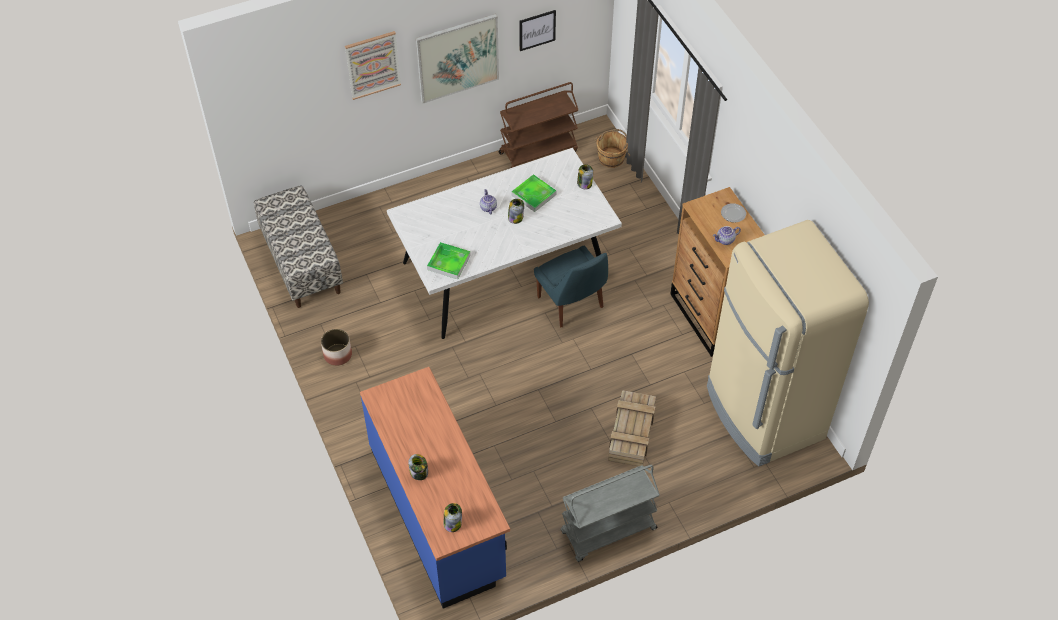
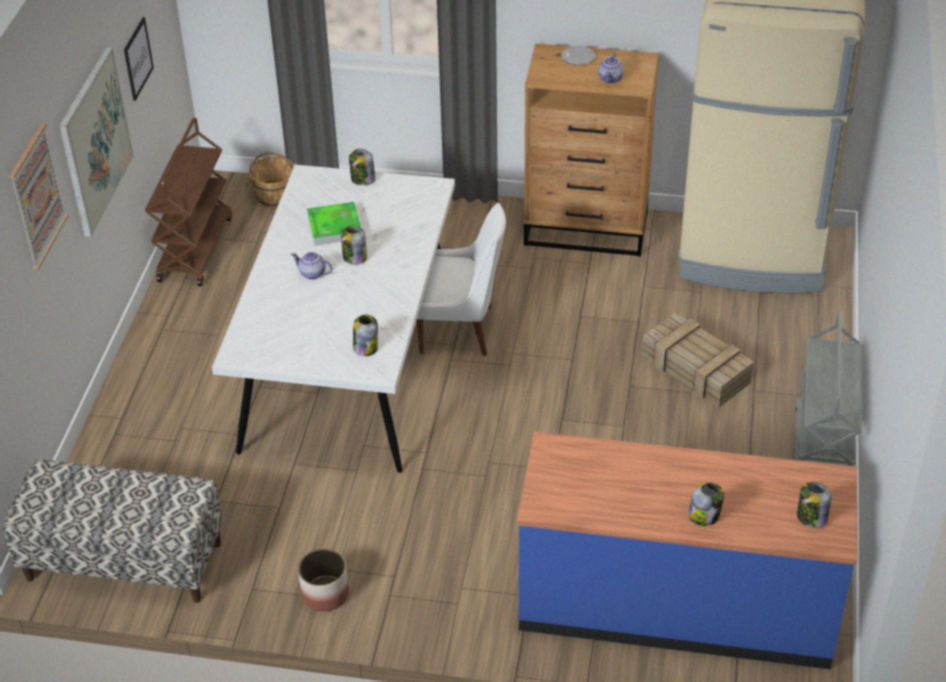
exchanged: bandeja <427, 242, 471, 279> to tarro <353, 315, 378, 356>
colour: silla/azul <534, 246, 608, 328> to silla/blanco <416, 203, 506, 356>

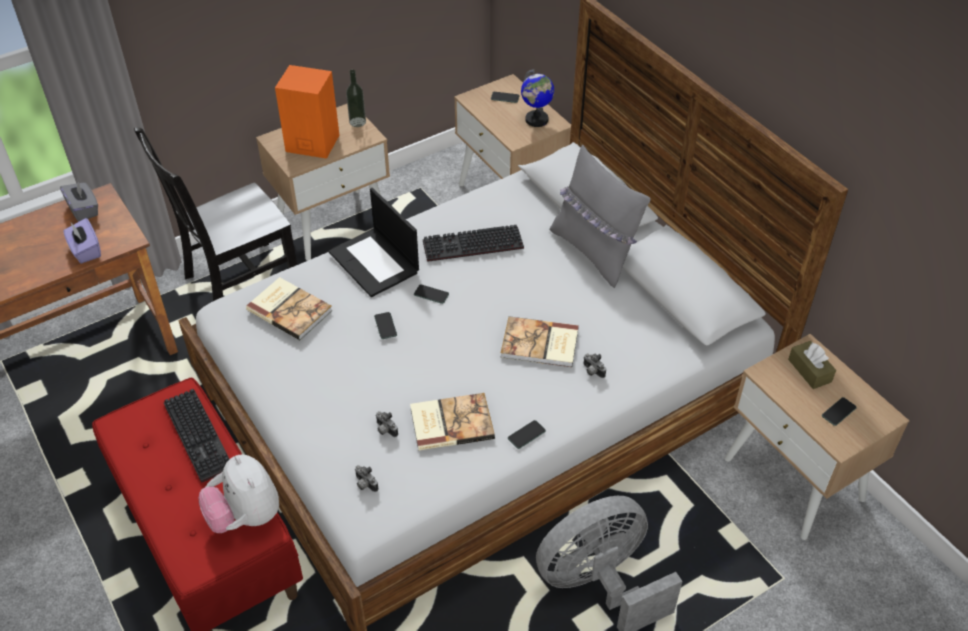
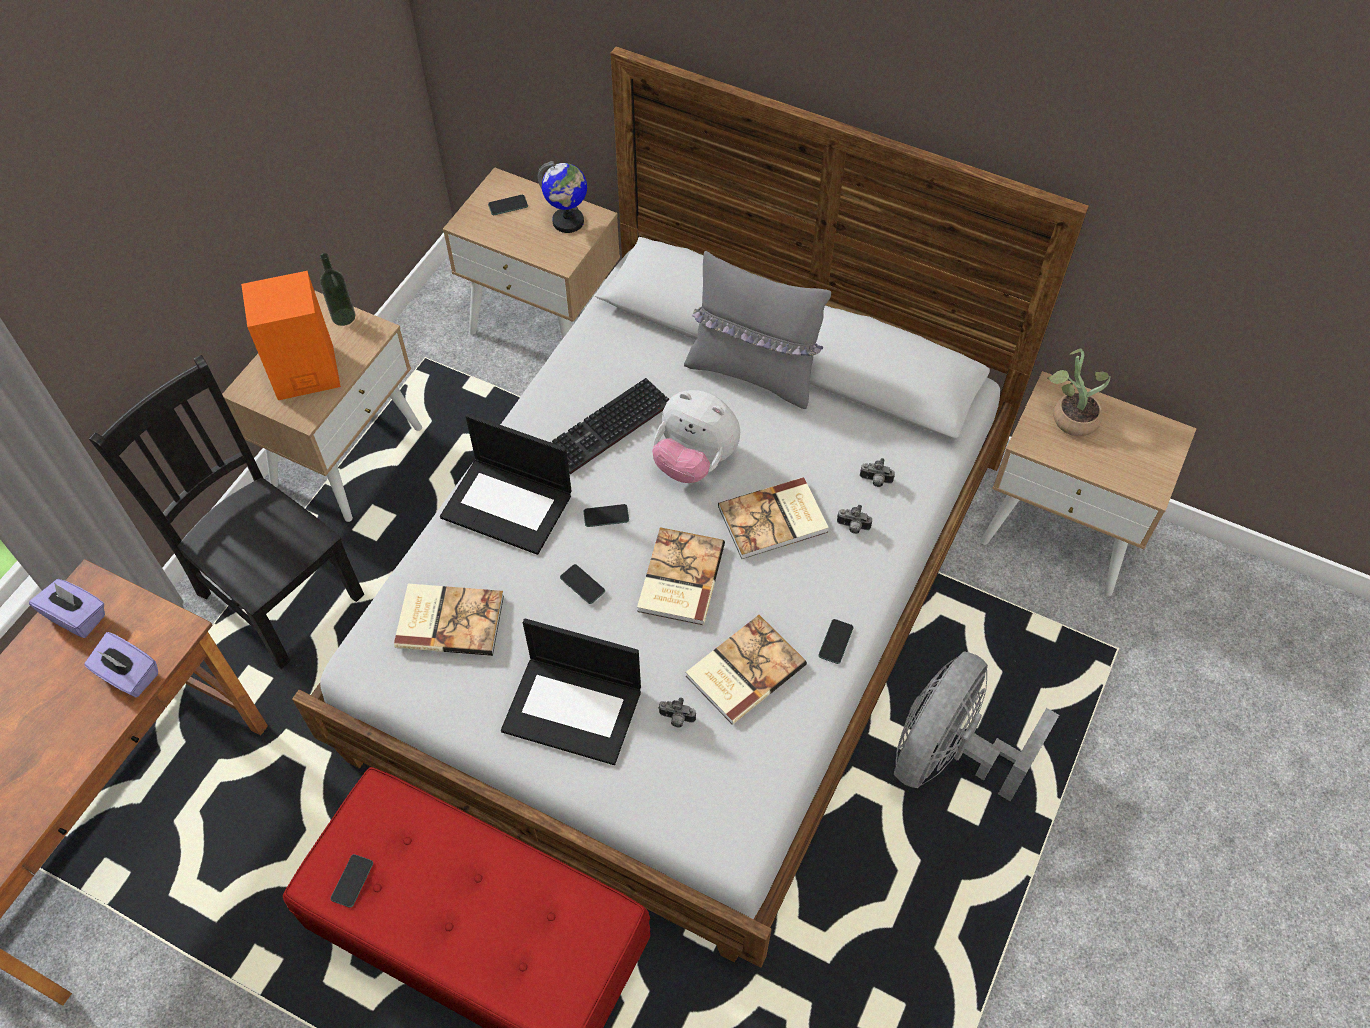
missing: teclado <164, 389, 229, 483>
appeared: portátil <501, 618, 641, 765>; libro <637, 527, 725, 625>
relocated: peluche <199, 454, 279, 533> to <652, 390, 740, 483>; cámara <355, 465, 379, 492> to <860, 458, 895, 487>; móvil <822, 397, 857, 426> to <331, 854, 373, 908>
exchanged: caja de pañuelos/marrón <788, 341, 836, 389> to planta en maceta <1048, 349, 1111, 436>
colour: caja de pañuelos/gris <60, 180, 98, 222> to caja de pañuelos/morado <29, 579, 105, 638>
spun: silla/negro <134, 127, 297, 301> = <89, 355, 364, 669> 105 degrees clockwise

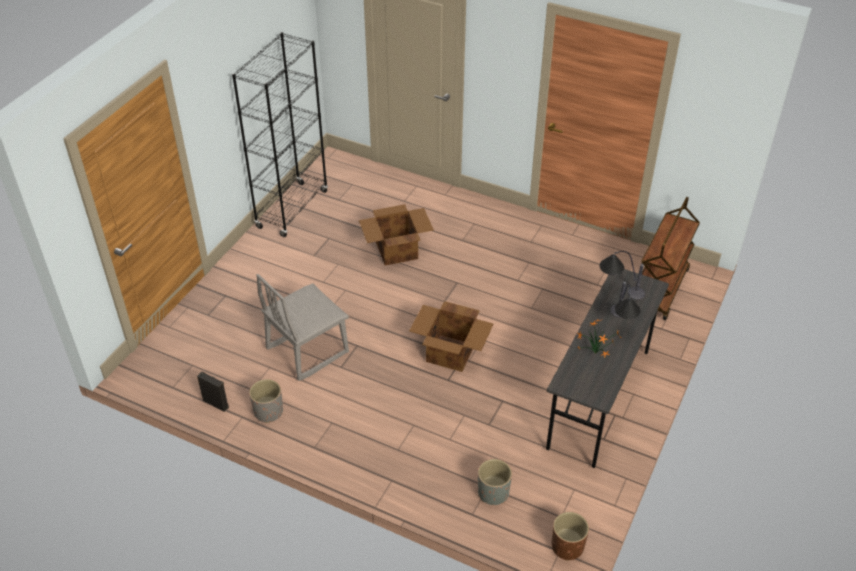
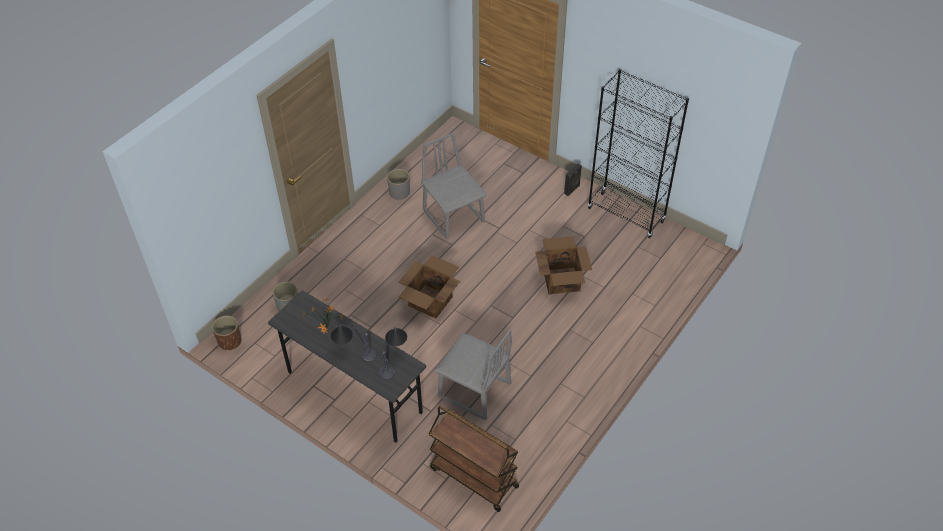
appeared: silla/gris <434, 329, 512, 420>
relocated: altavoz/negro <197, 372, 229, 412> to <564, 163, 582, 196>

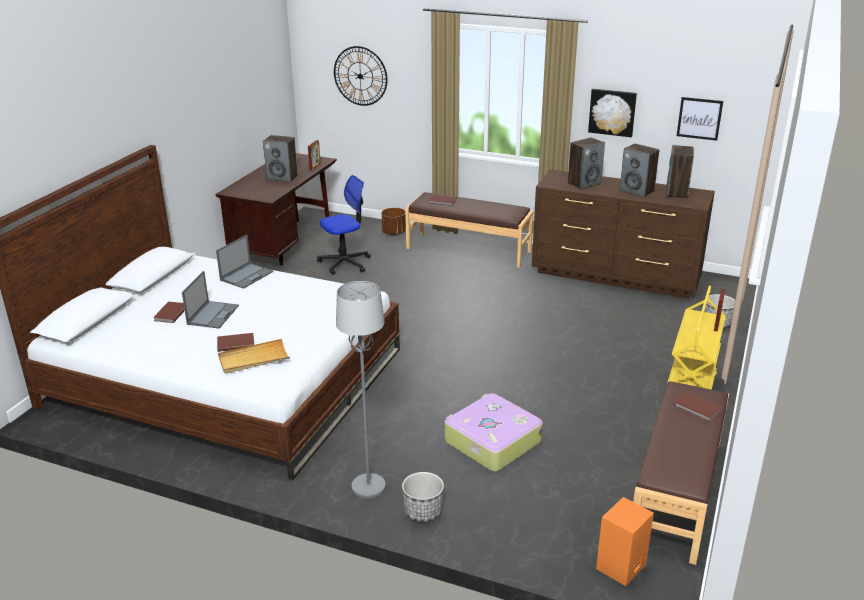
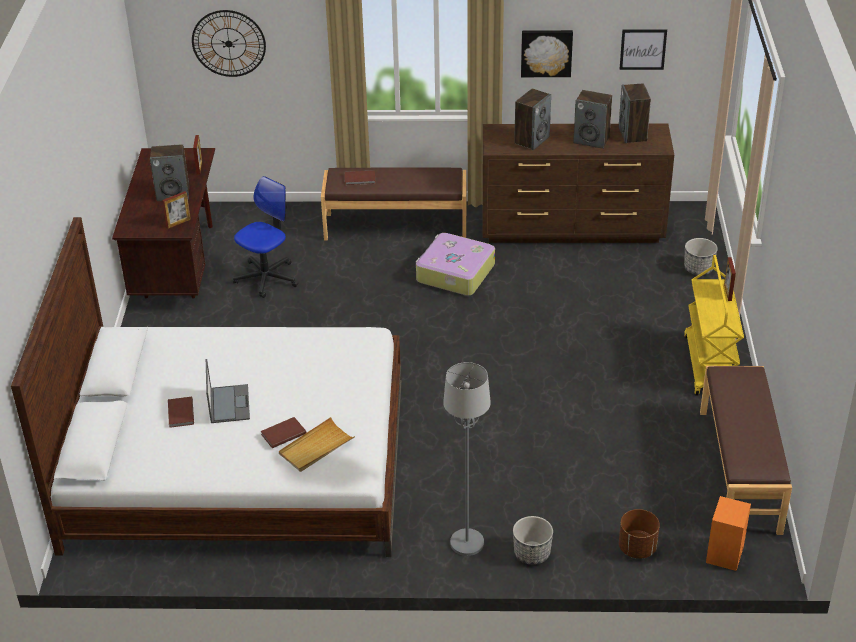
missing: portátil <216, 235, 273, 289>; libro/marrón <675, 392, 723, 422>
appeared: portarretratos <162, 191, 191, 229>
relocated: maceta/marrón <382, 208, 406, 235> to <619, 509, 660, 559>; maleta <445, 393, 543, 472> to <416, 233, 495, 296>

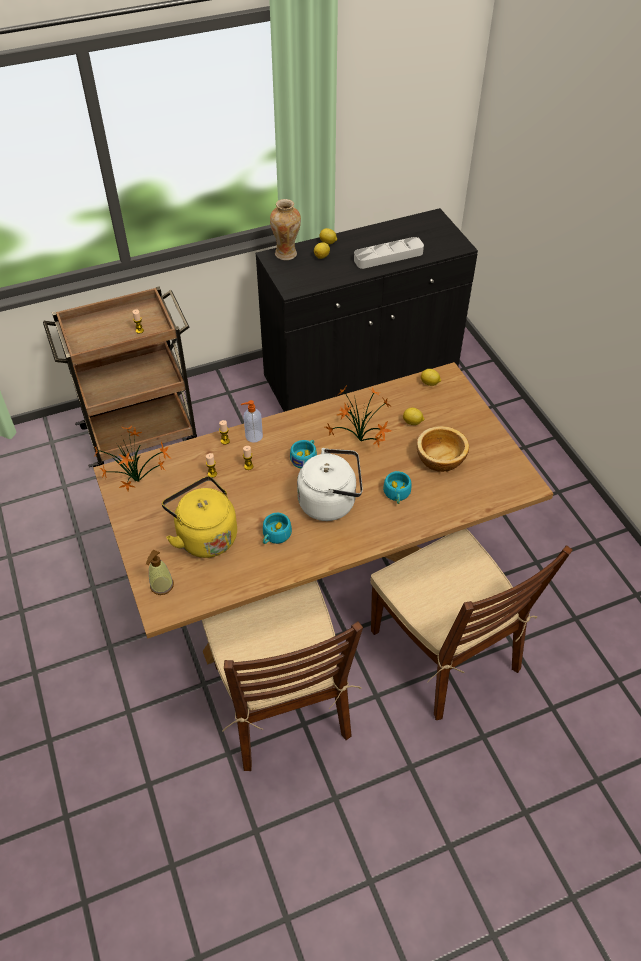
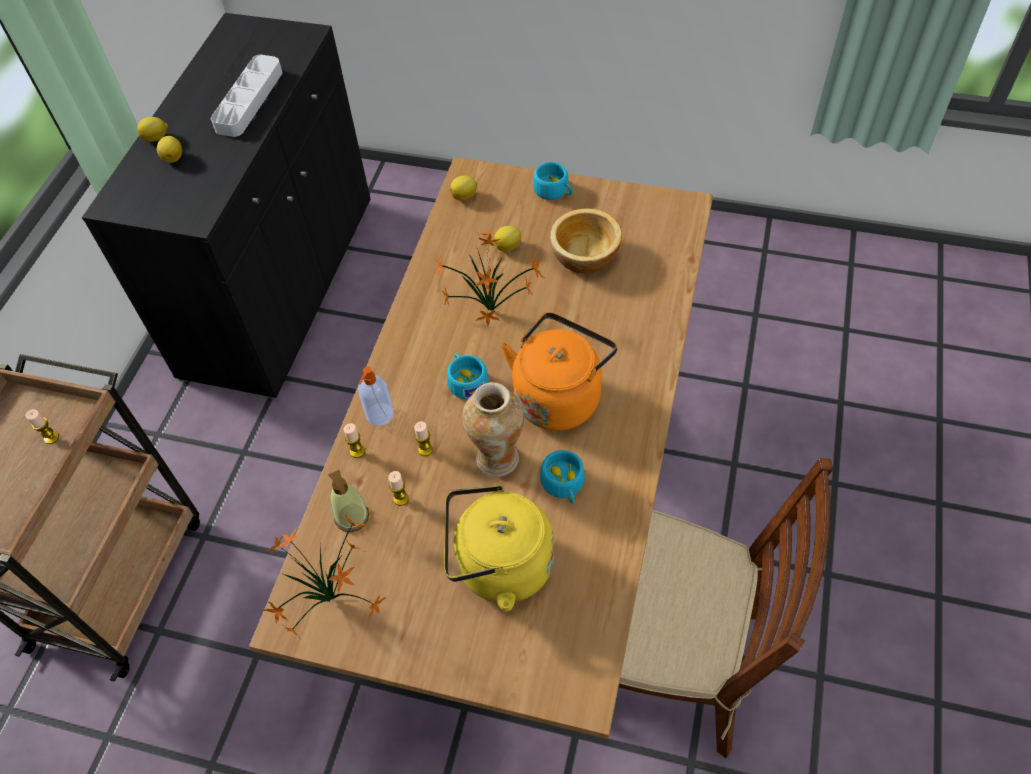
missing: silla/marrón <370, 529, 573, 720>
relocated: dispensador de jabón <146, 550, 174, 595> to <328, 470, 369, 532>; florero <270, 199, 301, 260> to <462, 382, 524, 477>; taza/turquesa <383, 471, 411, 504> to <533, 162, 573, 200>
colour: hervidor/blanco <297, 448, 363, 521> to hervidor/naranja <501, 312, 617, 431>

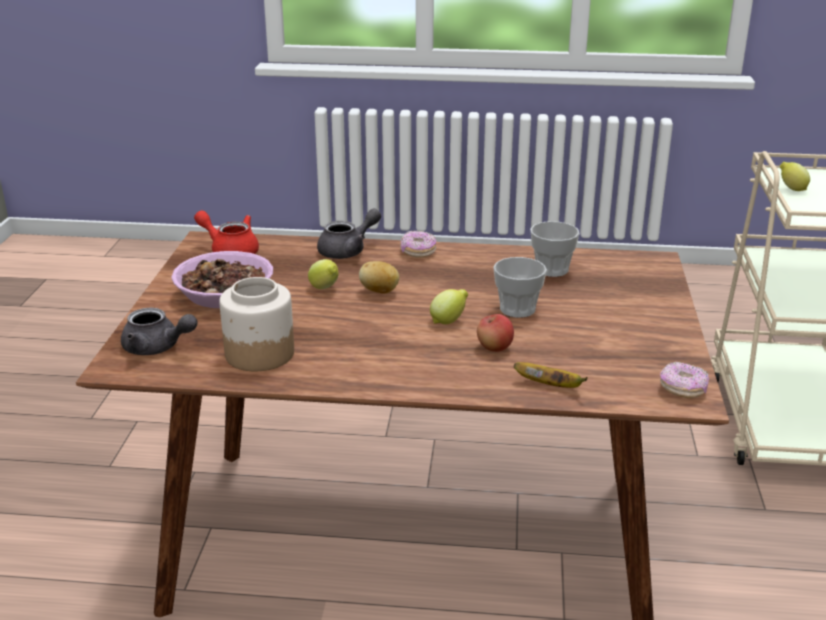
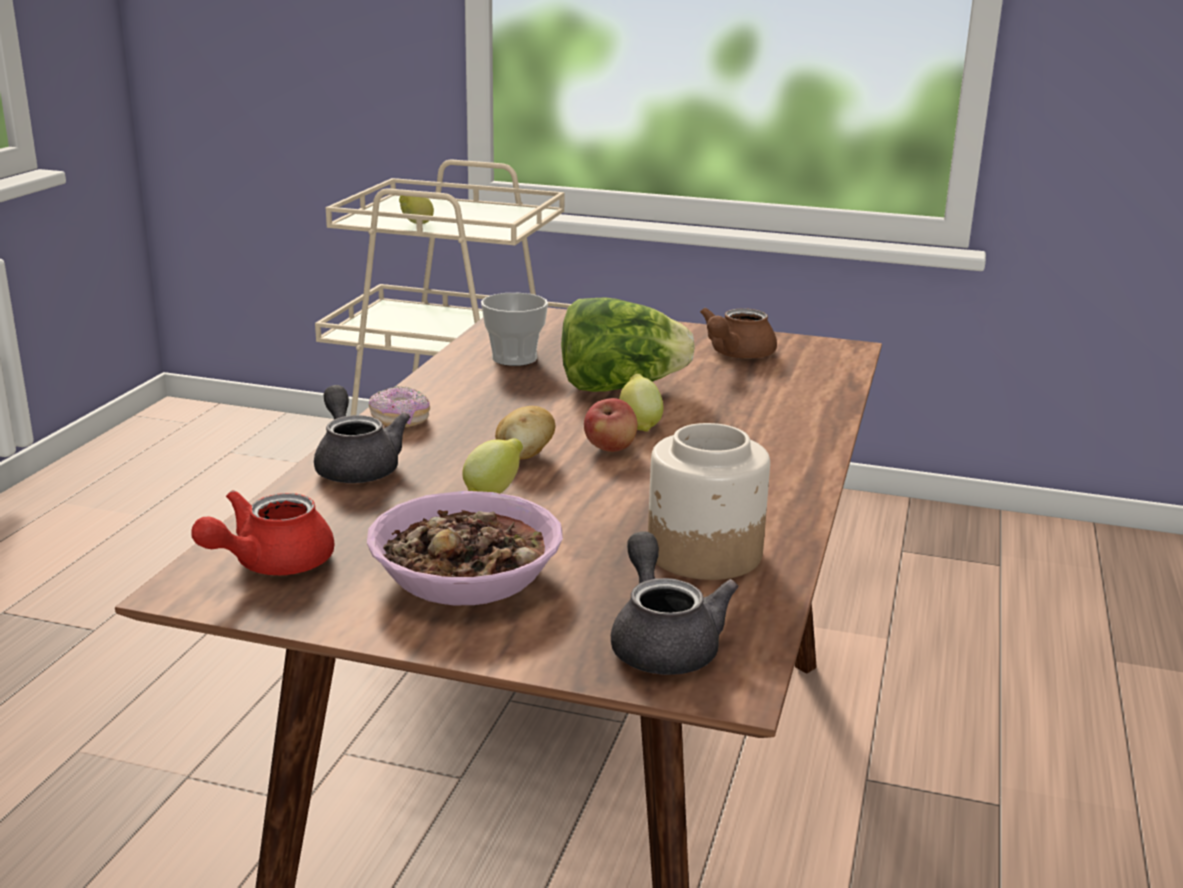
missing: plátano <514, 362, 588, 388>; rosquilla <660, 361, 709, 398>
appeared: tetera/marrón <700, 308, 777, 359>
relocated: manzana <477, 314, 514, 352> to <584, 398, 637, 452>
exchanged: taza <493, 257, 547, 318> to lechuga <561, 297, 695, 392>
spun: tetera/gris <121, 308, 197, 355> = <611, 531, 738, 675> 45 degrees counterclockwise

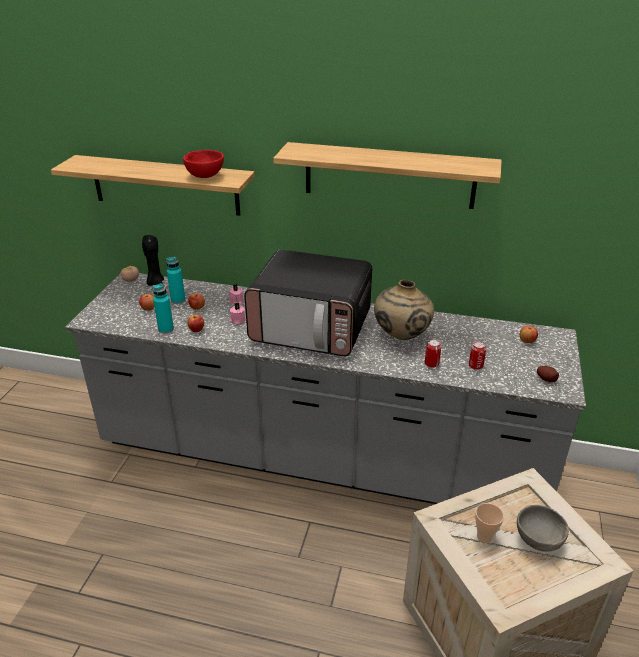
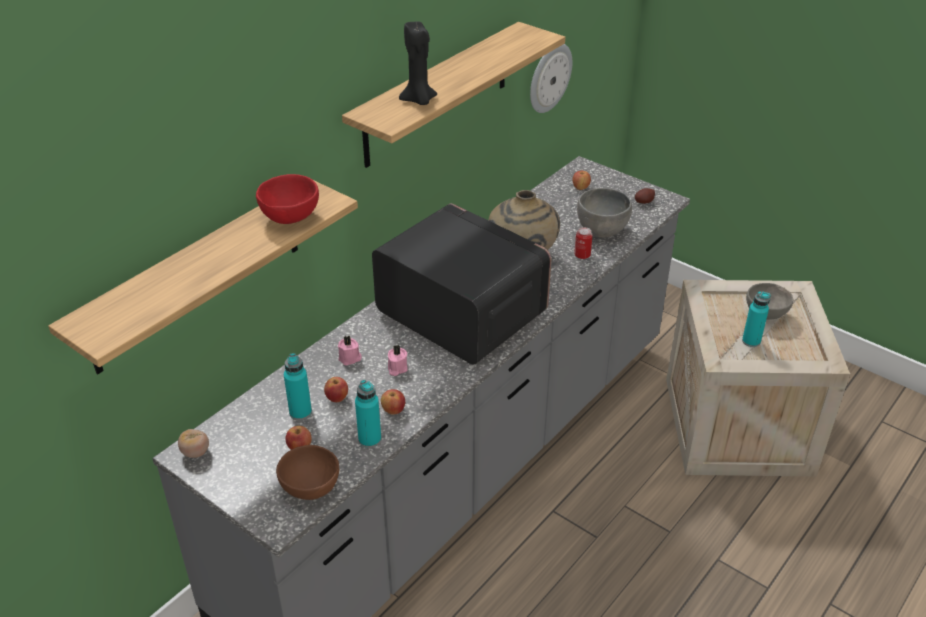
appeared: cuenco/marrón <276, 445, 339, 500>; reloj de pared <530, 44, 572, 113>
relocated: vela/negro <142, 235, 164, 286> to <399, 22, 437, 105>
exchanged: lata <469, 341, 486, 369> to cuenco/gris <577, 188, 632, 238>; taza <475, 503, 504, 543> to botella/turquesa <742, 291, 771, 347>
spun: microondas <244, 250, 372, 356> = <372, 203, 551, 365> 90 degrees counterclockwise

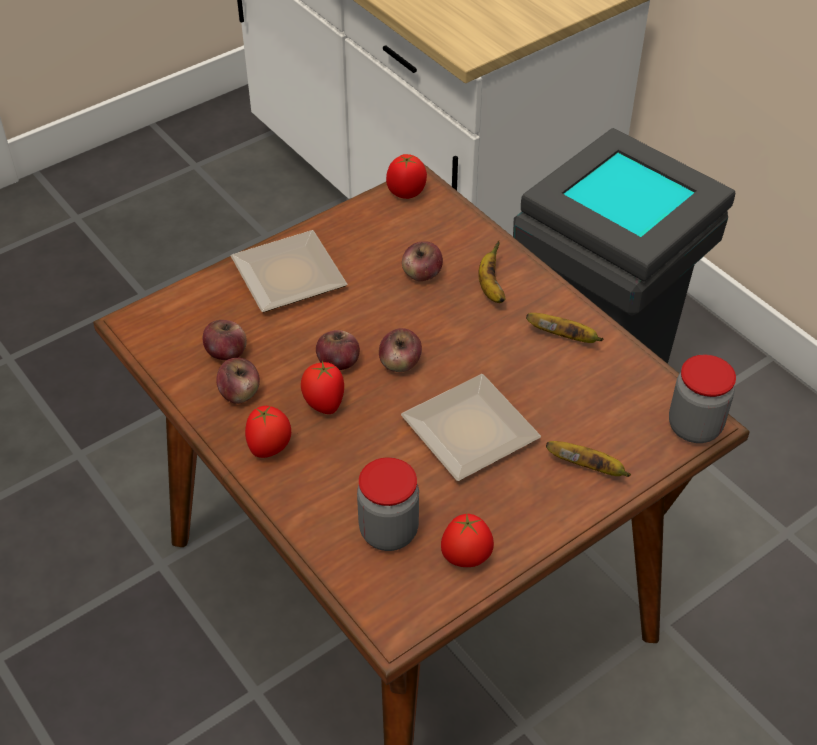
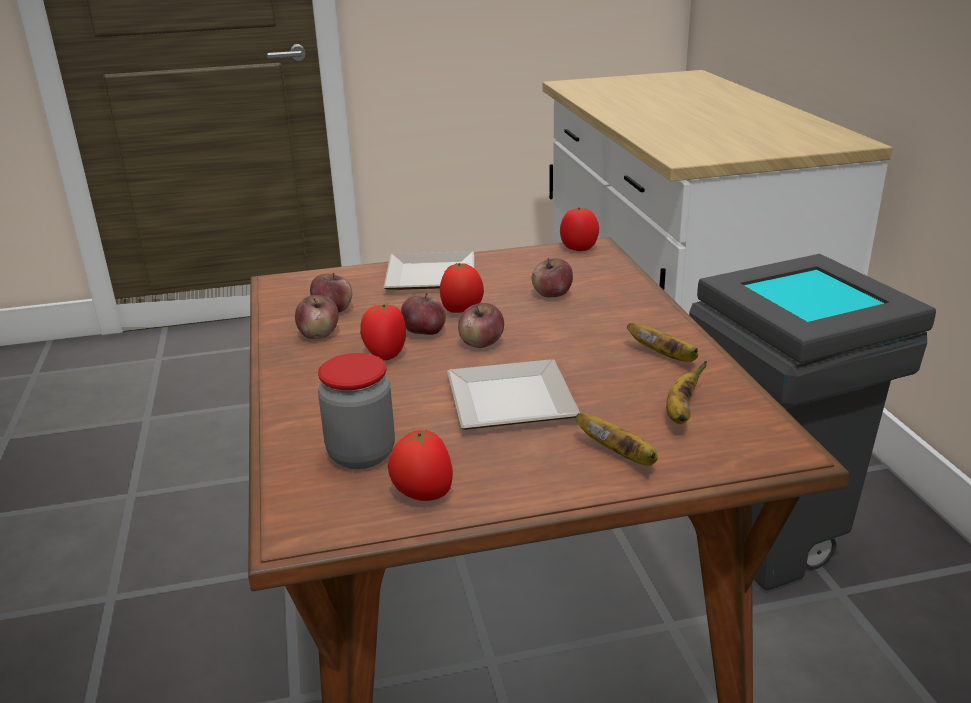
missing: tarro <669, 355, 736, 443>
relocated: tomate <245, 406, 291, 458> to <440, 263, 484, 313>; plátano <478, 240, 505, 303> to <666, 361, 707, 424>

